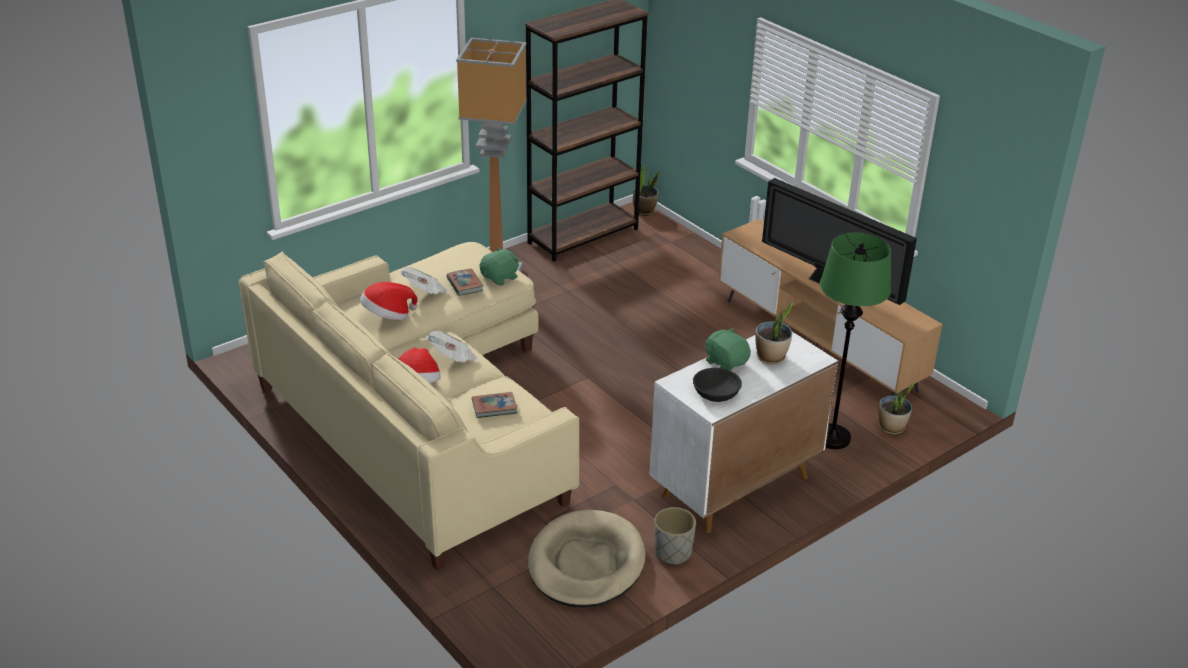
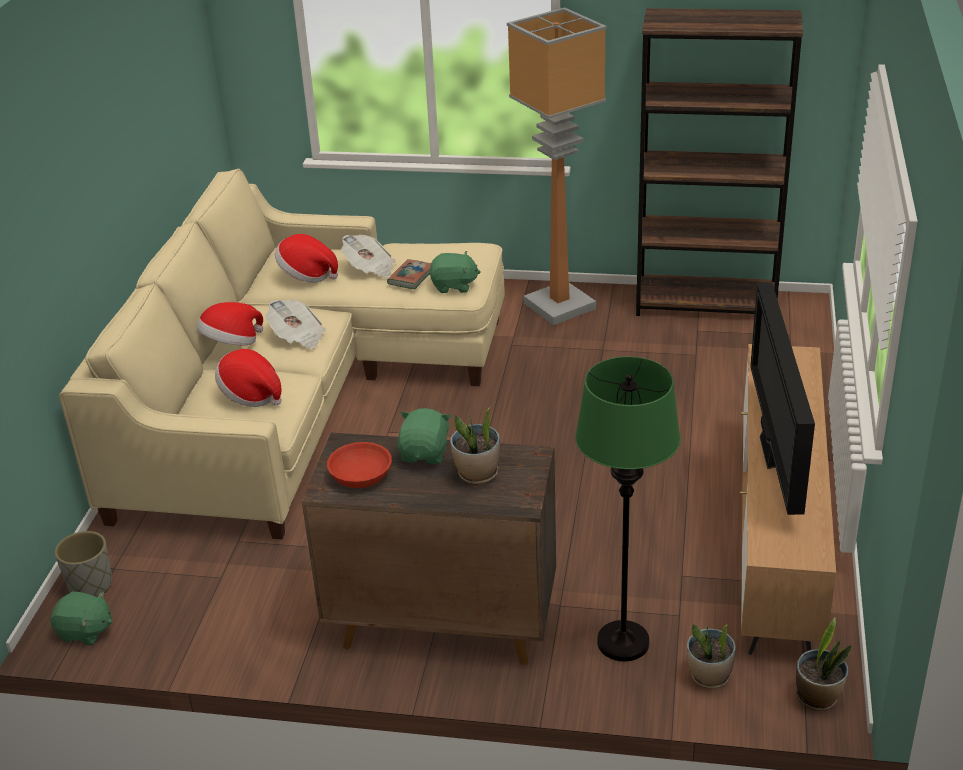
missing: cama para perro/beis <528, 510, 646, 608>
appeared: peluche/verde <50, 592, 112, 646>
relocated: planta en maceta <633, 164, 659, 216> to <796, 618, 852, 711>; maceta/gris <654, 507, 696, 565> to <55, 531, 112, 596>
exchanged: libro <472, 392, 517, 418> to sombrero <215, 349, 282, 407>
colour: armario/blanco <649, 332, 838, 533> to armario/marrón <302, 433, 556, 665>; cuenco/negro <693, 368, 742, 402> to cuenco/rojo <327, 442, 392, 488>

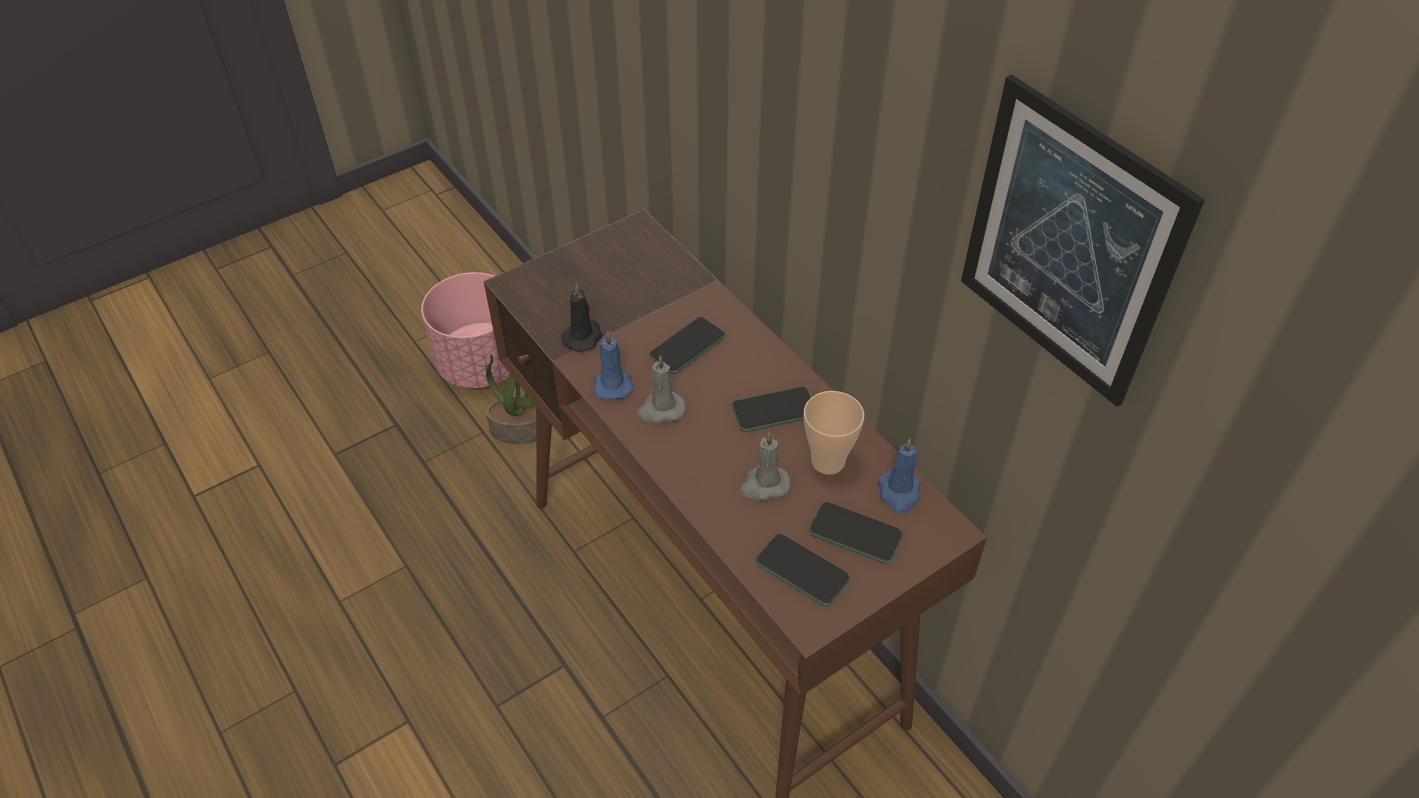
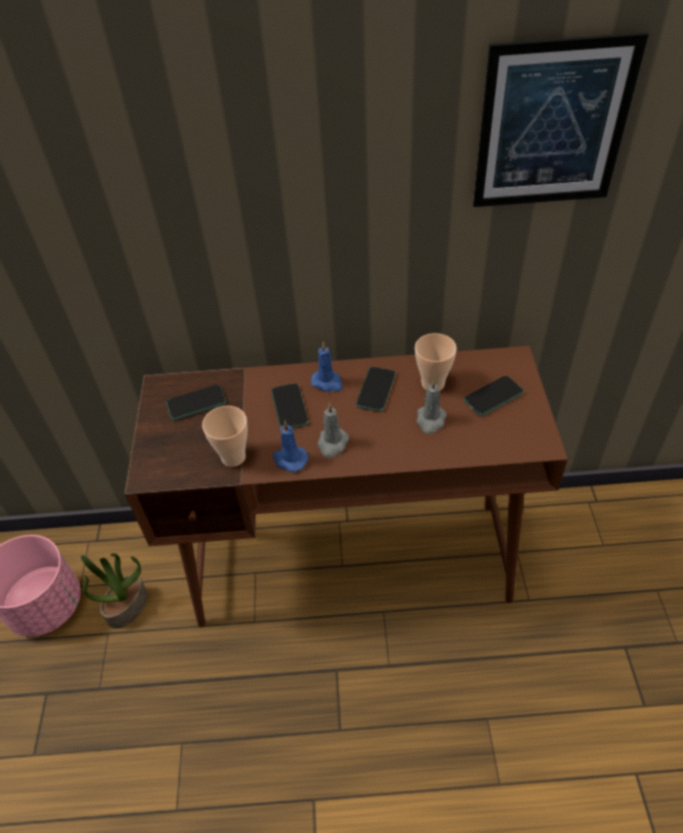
relocated: móvil <755, 534, 850, 606> to <166, 385, 226, 420>; vela/azul <878, 438, 921, 514> to <311, 342, 343, 392>
exchanged: vela/negro <561, 283, 603, 352> to taza <202, 406, 248, 467>

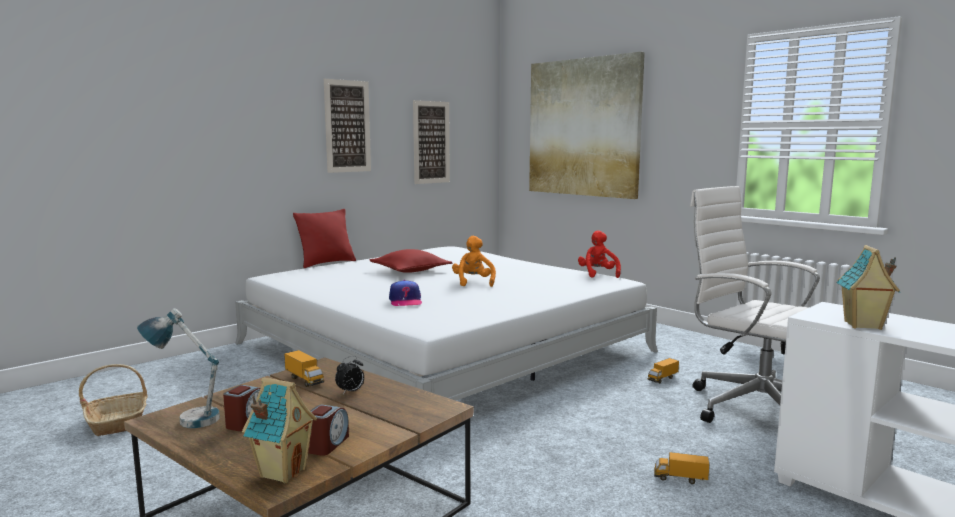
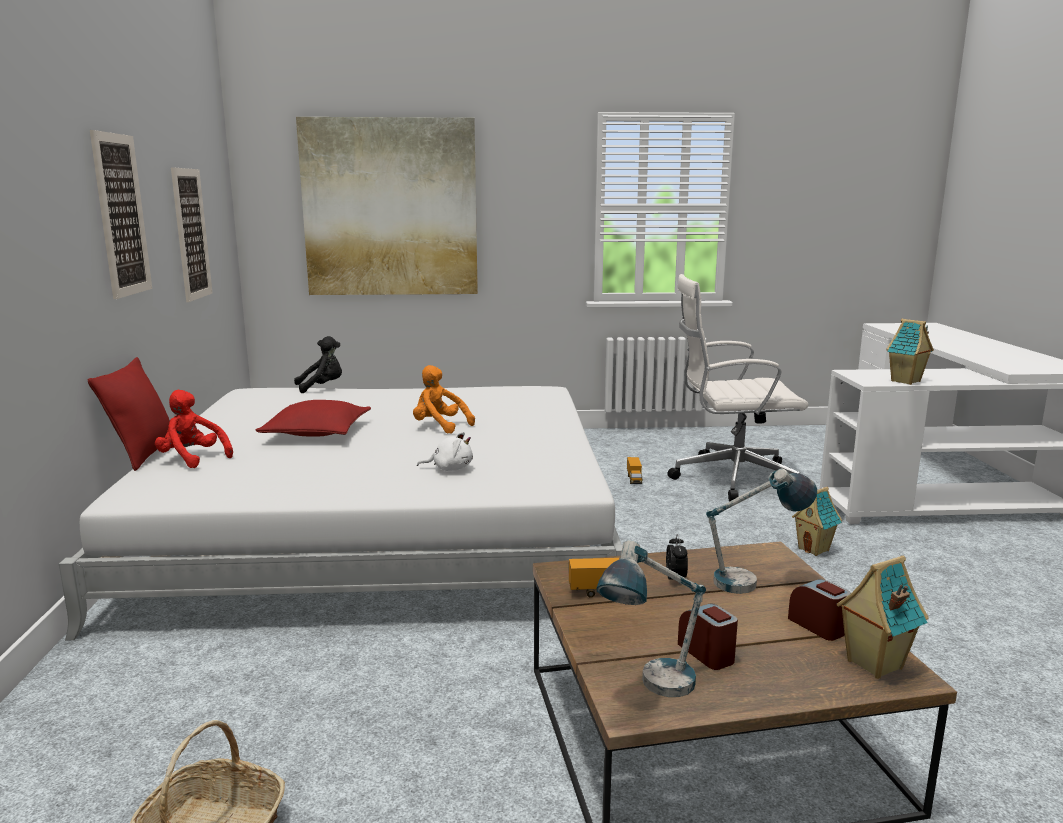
appeared: peluche/negro <294, 336, 342, 393>; lámpara de mesa <706, 469, 817, 594>
relocated: peluche/rojo <578, 230, 621, 278> to <155, 390, 233, 468>
exchanged: gorra <389, 280, 422, 306> to peluche/blanco <417, 432, 473, 471>; camión de juguete <654, 452, 709, 484> to casita <792, 487, 842, 556>

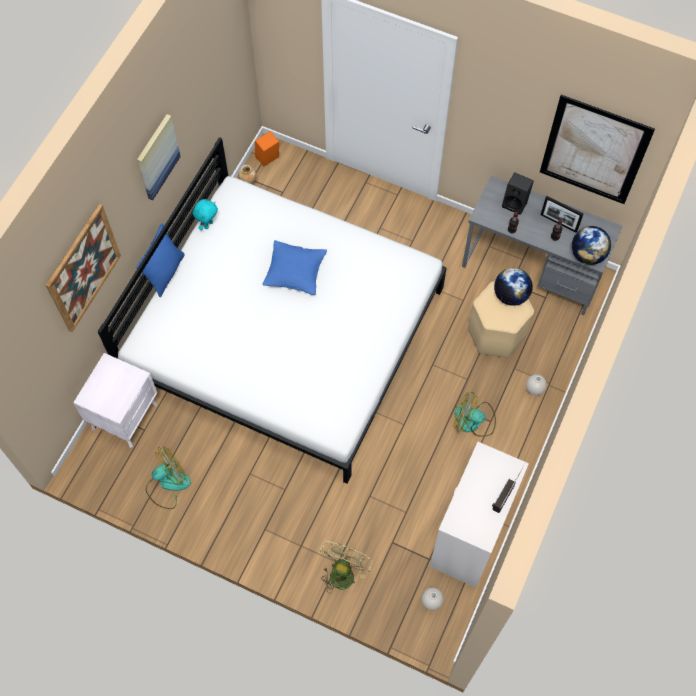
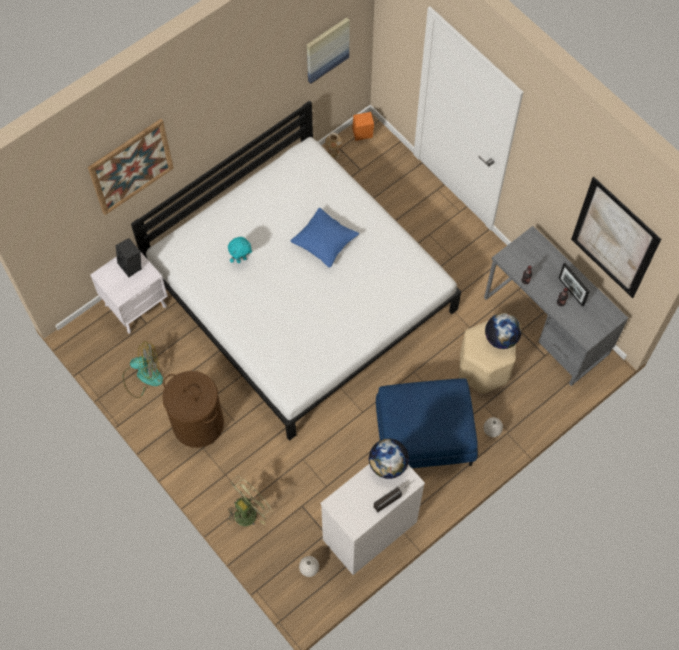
missing: cojín/azul <136, 223, 185, 297>
appeared: cesto de la ropa/marrón <162, 371, 224, 448>
relocated: cuadro <137, 114, 181, 200> to <307, 17, 350, 84>; peluche/turquesa <193, 199, 218, 230> to <228, 237, 252, 263>; altavoz/negro <502, 172, 534, 215> to <115, 238, 142, 277>; globo terráqueo <572, 226, 611, 265> to <369, 438, 409, 479>
exchanged: ventilador <454, 392, 496, 437> to puf/azul <376, 378, 478, 468>

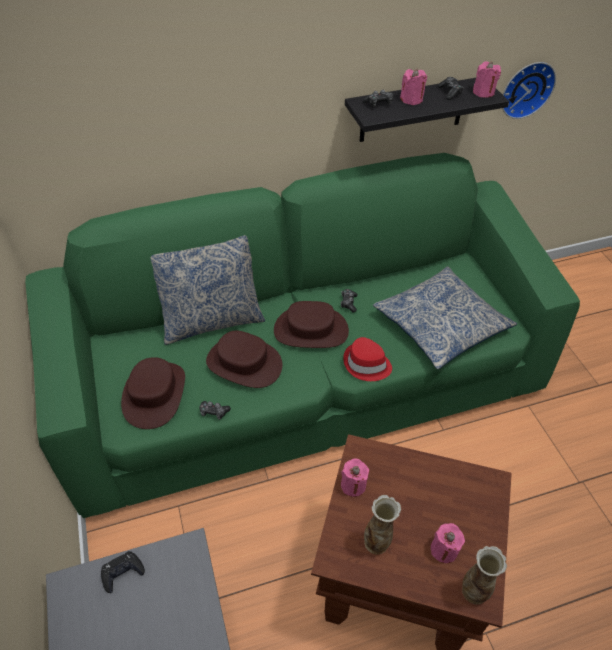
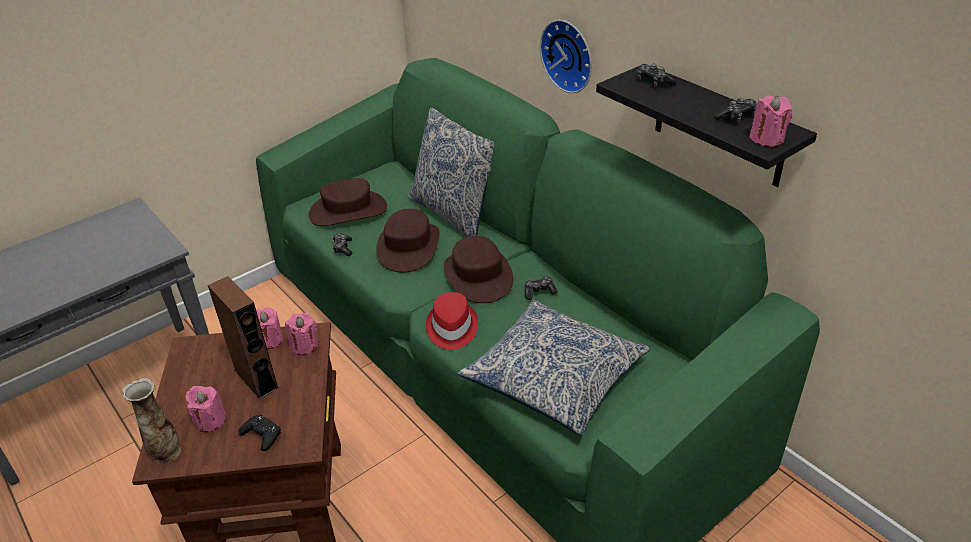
missing: florero <364, 495, 401, 554>
appeared: altavoz/marrón <208, 276, 279, 399>
relocated: mando de consola/negro <101, 551, 145, 593> to <238, 415, 281, 451>; vela/rosa <400, 68, 427, 105> to <285, 313, 318, 355>; reloj de pared <502, 62, 556, 119> to <540, 20, 592, 93>

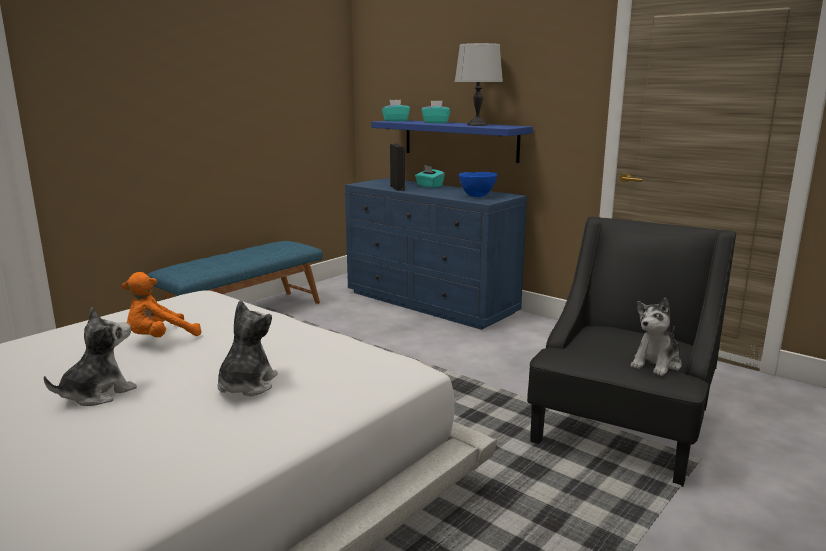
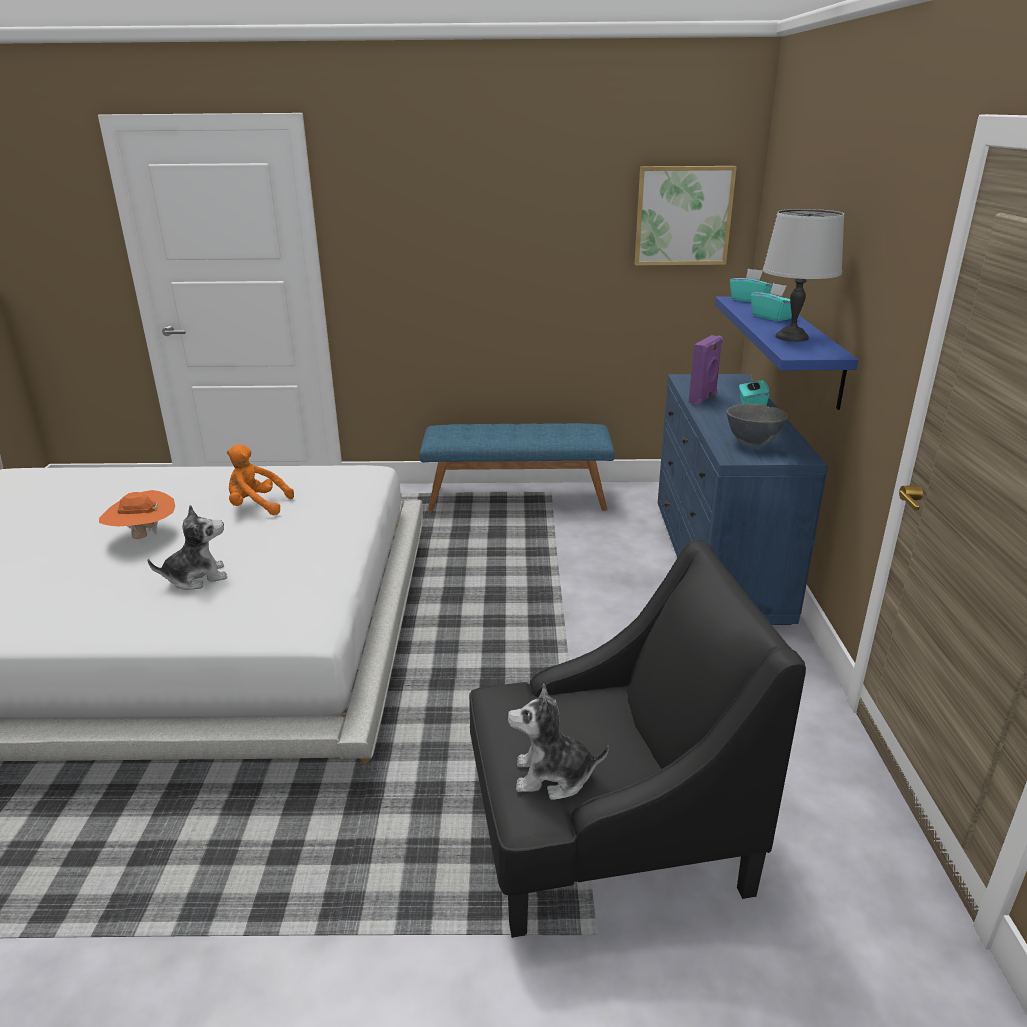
appeared: cuadro <635, 166, 737, 265>
exchanged: peluche <44, 307, 137, 406> to sombrero/naranja <99, 490, 175, 539>
colour: altavoz/negro <390, 143, 405, 191> to altavoz/morado <688, 335, 723, 405>; cuenco/azul <459, 172, 497, 197> to cuenco/gris <727, 404, 788, 447>

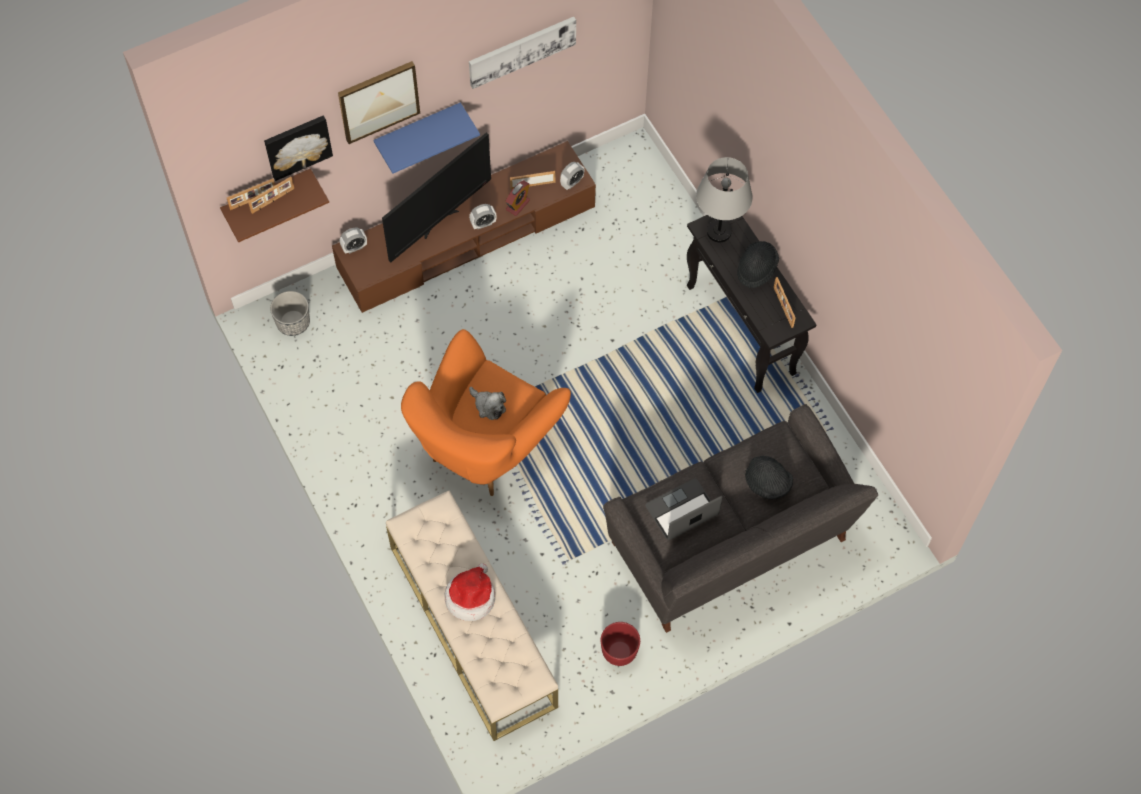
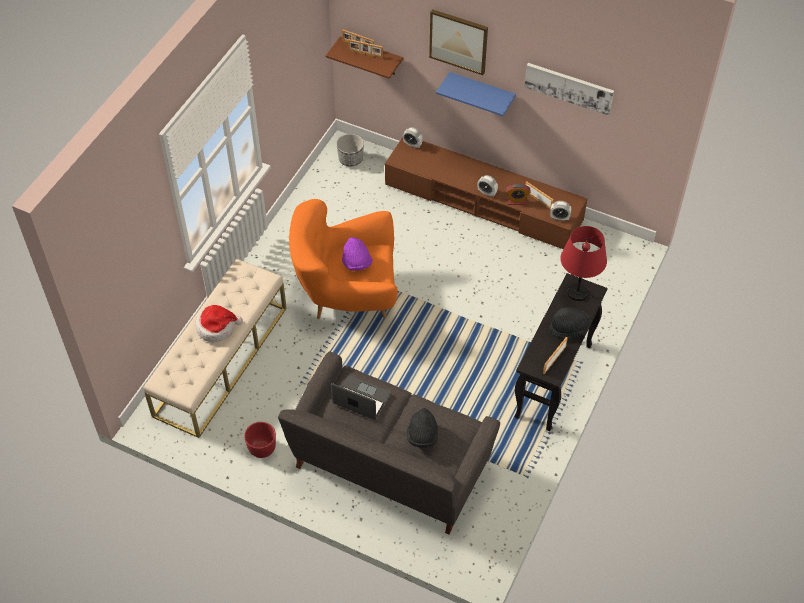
missing: cuadro <264, 115, 333, 181>; televisor <382, 132, 491, 262>
exchanged: peluche <469, 387, 506, 420> to sombrero/morado <342, 237, 373, 271>
colour: lámpara de mesa/gris <696, 157, 753, 242> to lámpara de mesa/rojo <561, 226, 607, 301>

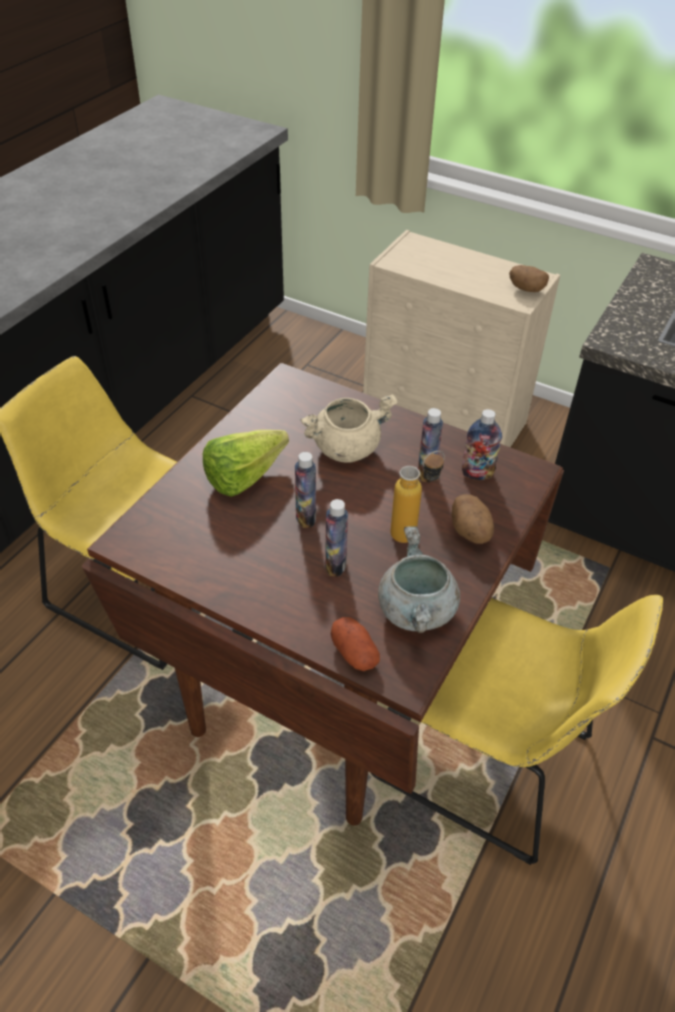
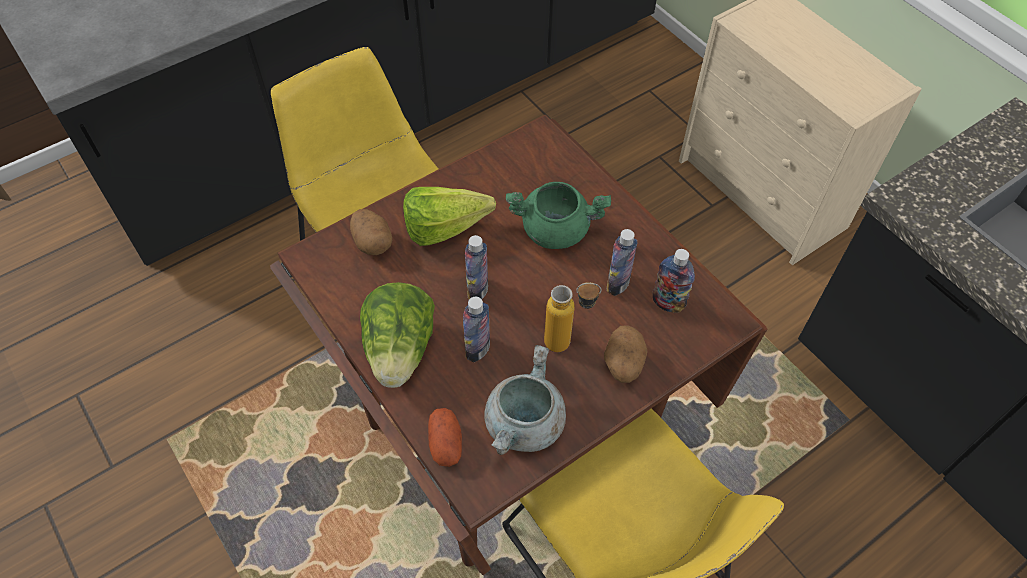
appeared: lechuga <360, 282, 435, 388>
relocated: patata <509, 265, 549, 292> to <350, 209, 392, 255>
colour: olla/beis <300, 394, 398, 463> to olla/verde <506, 182, 611, 249>

